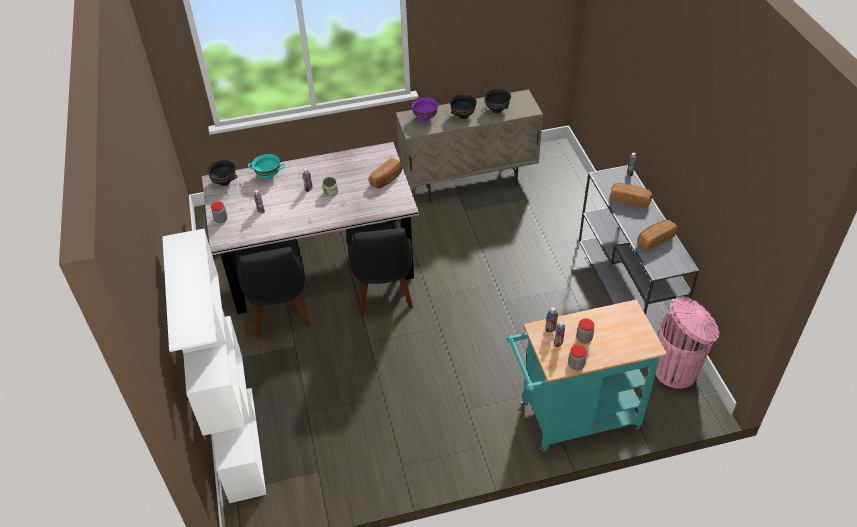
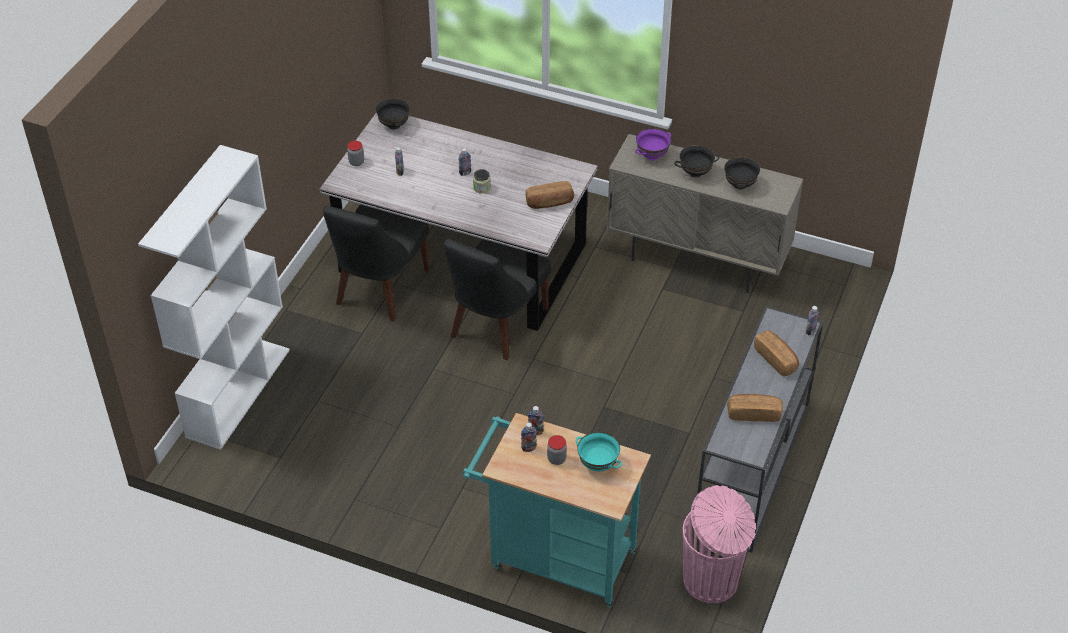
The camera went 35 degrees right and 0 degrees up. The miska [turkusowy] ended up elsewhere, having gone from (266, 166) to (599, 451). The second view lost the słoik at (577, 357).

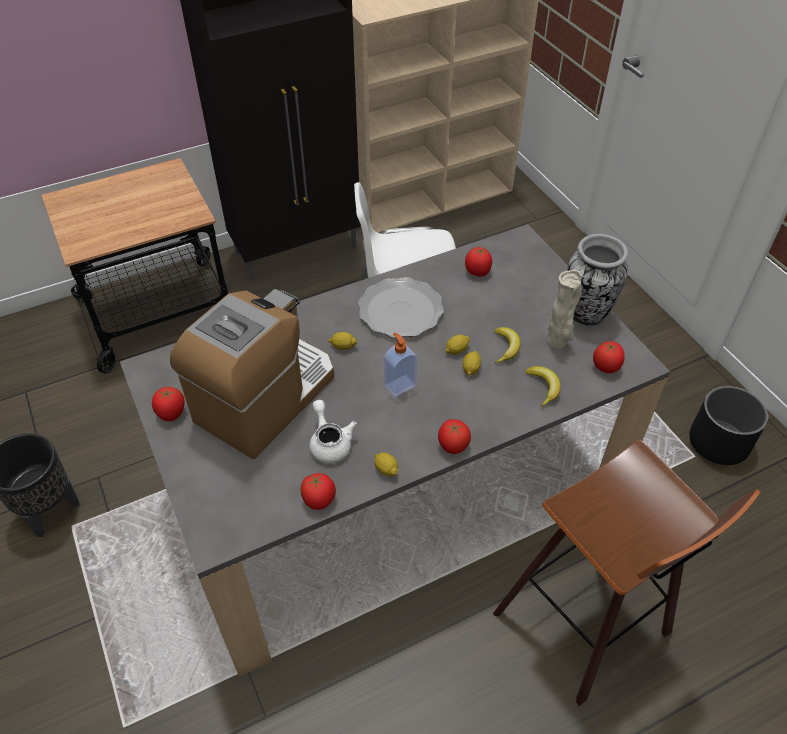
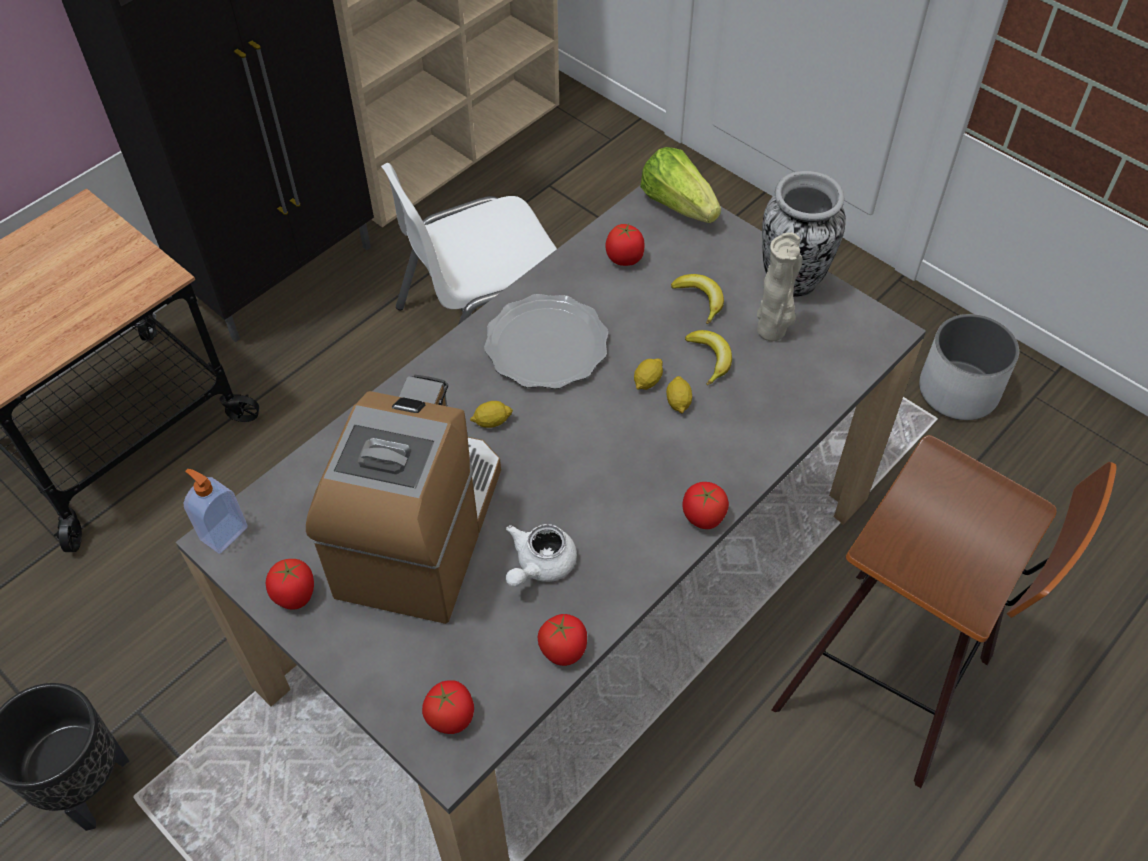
The camera went 20 degrees left and 5 degrees up. The dozownik mydła ended up elsewhere, having gone from (400, 365) to (216, 511). The pomidor ended up elsewhere, having gone from (609, 357) to (448, 707). The banan ended up elsewhere, having gone from (543, 386) to (697, 299). What was the donica [czarny] at (728, 425) turned into the donica [biały] at (969, 367). The imbryk [biały] at (333, 432) ended up facing another way, 105 degrees counterclockwise from before. The second view lost the cytryna at (386, 464). The second view gained the sałata at (680, 185).

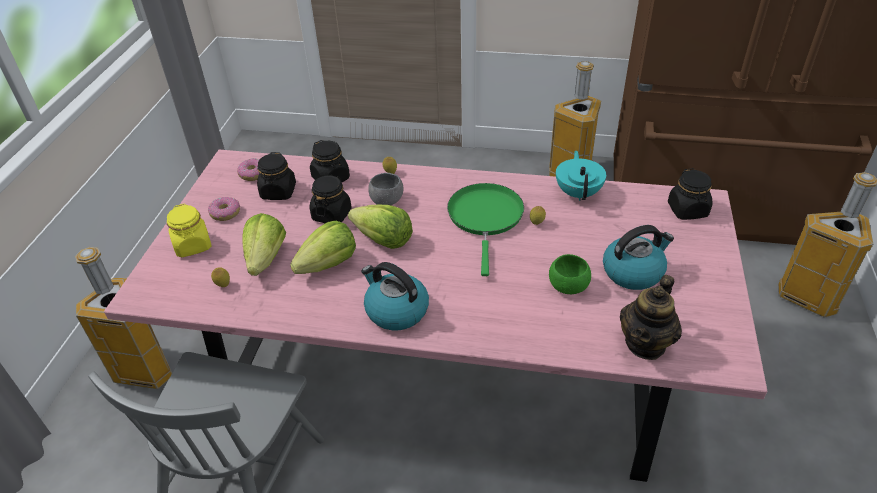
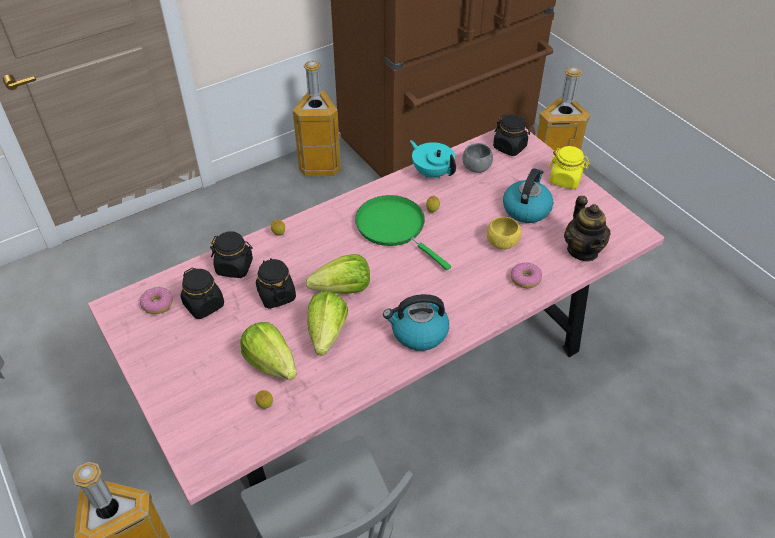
The camera went 45 degrees left and 5 degrees up. The miska [szary] ended up elsewhere, having gone from (386, 189) to (478, 158). The donut ended up elsewhere, having gone from (224, 209) to (526, 275). The słoik [żółty] ended up elsewhere, having gone from (189, 230) to (569, 167). What was the miska [zielony] at (570, 274) turned into the miska [żółty] at (504, 233).

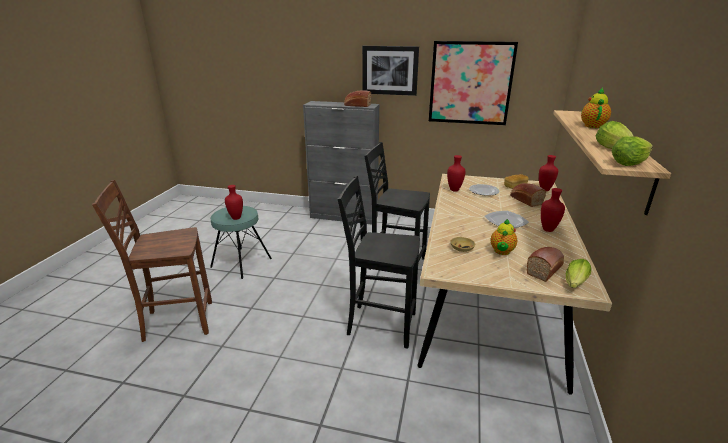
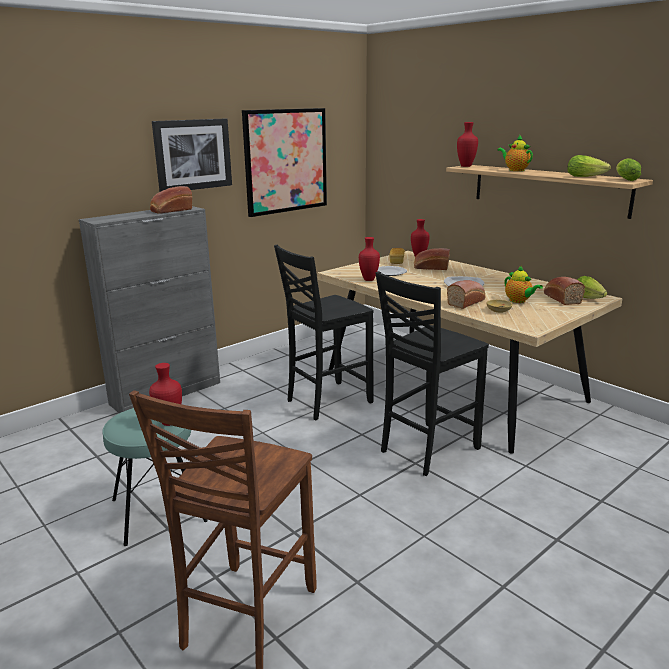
The camera went 55 degrees left and 5 degrees down. The wazon [czerwony] ended up elsewhere, having gone from (553, 210) to (467, 144). The second view gained the chleb at (466, 294).

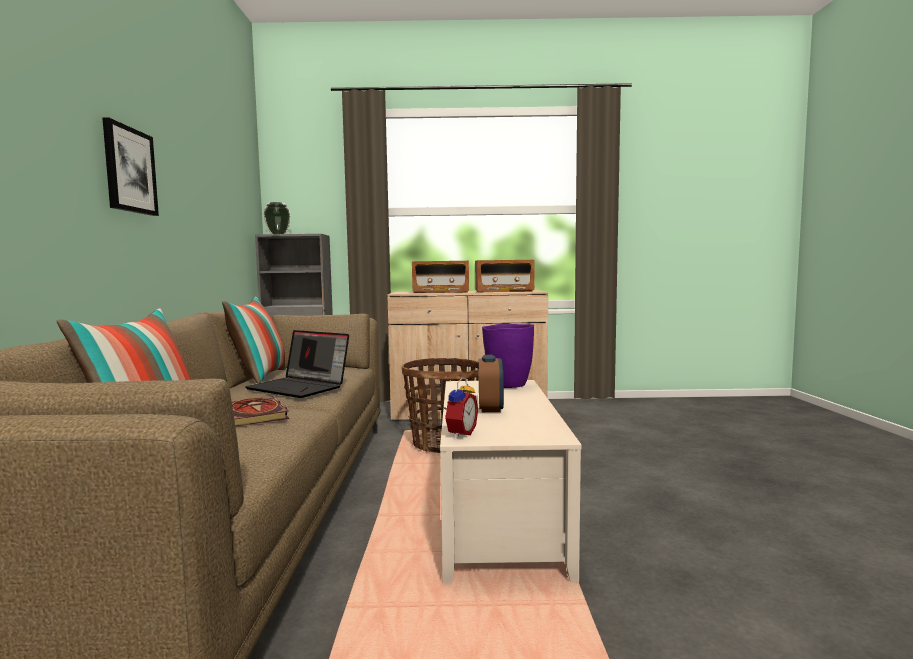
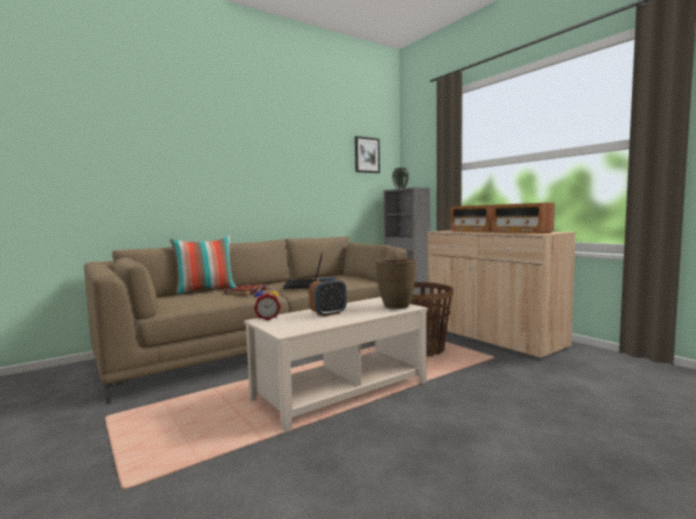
The camera went 55 degrees right and 0 degrees up. The obraz ended up elsewhere, having gone from (130, 166) to (367, 154). The second view lost the poduszka at (254, 340). What was the wazon [fioletowy] at (508, 355) turned into the wazon [brązowy] at (396, 284).

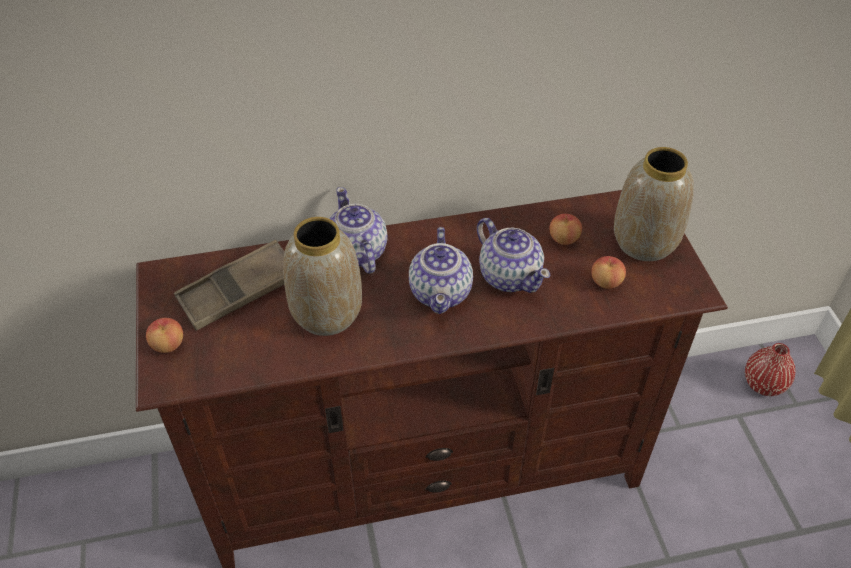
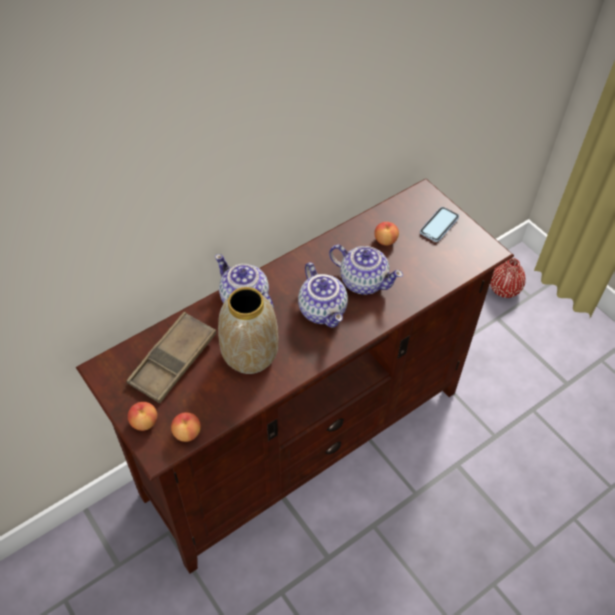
The camera went 25 degrees left and 5 degrees up. Where the wazon stood at (654, 204), the telefon came to stand at (439, 224). The jabłko ended up elsewhere, having gone from (608, 272) to (186, 427).

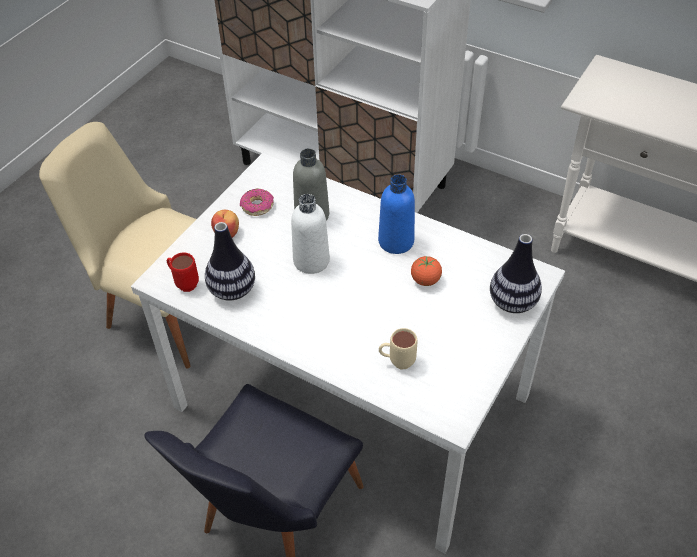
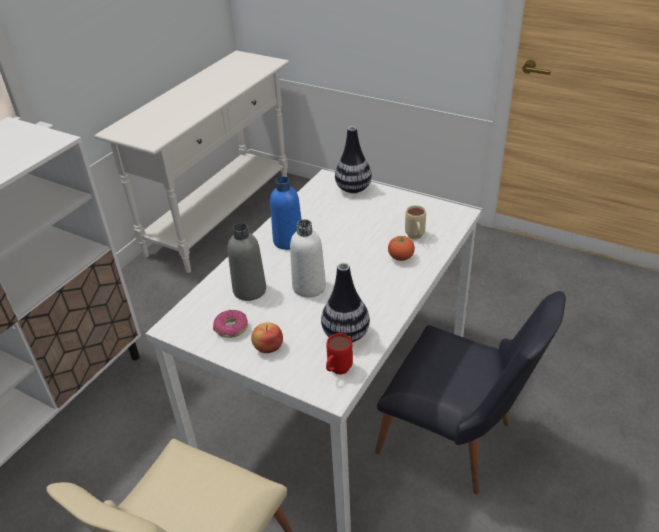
The camera went 90 degrees left and 10 degrees down. The pomidor ended up elsewhere, having gone from (426, 271) to (401, 248).

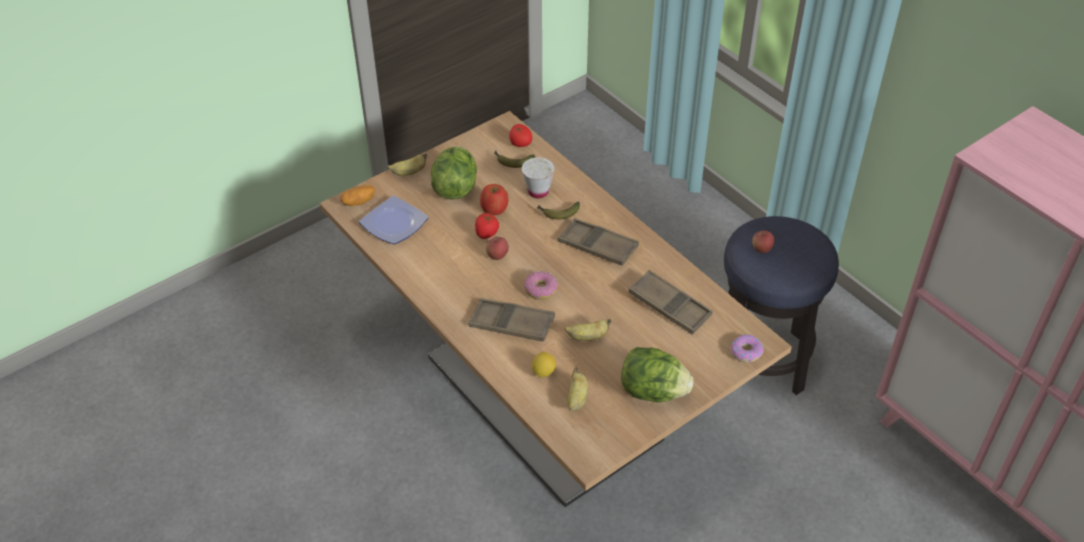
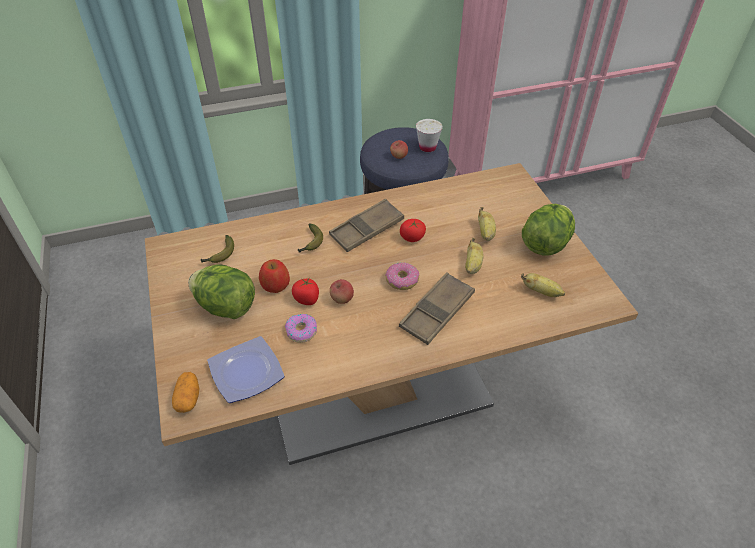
The camera went 70 degrees left and 0 degrees up. The pomidor ended up elsewhere, having gone from (520, 135) to (413, 230). The banan ended up elsewhere, having gone from (407, 164) to (487, 224). The filiżanka [biały] ended up elsewhere, having gone from (538, 177) to (429, 135). The second view lost the taca [brązowy] at (671, 302). The donut ended up elsewhere, having gone from (747, 348) to (301, 328). The second view lost the cytryna at (544, 365).

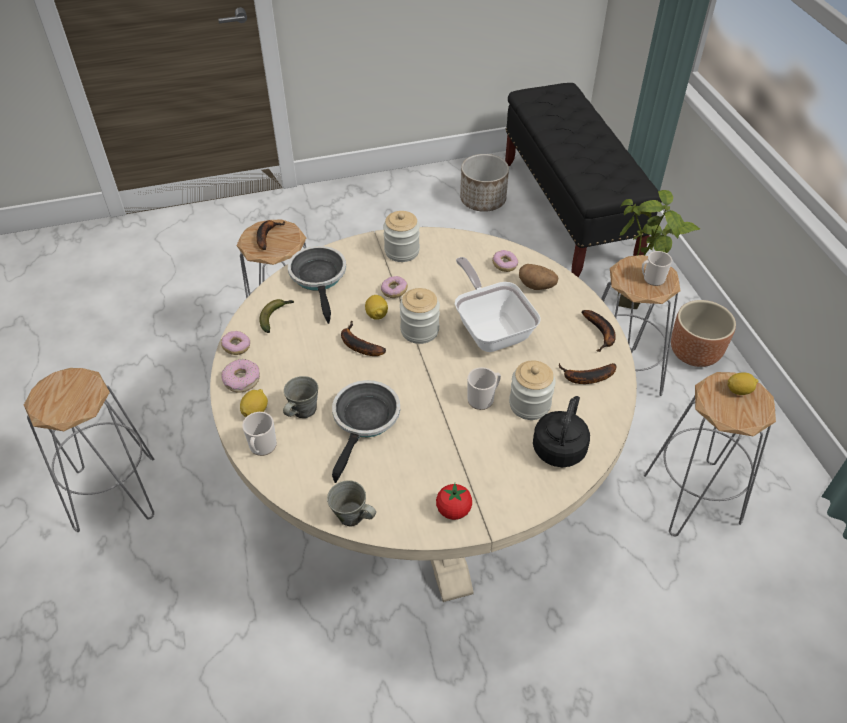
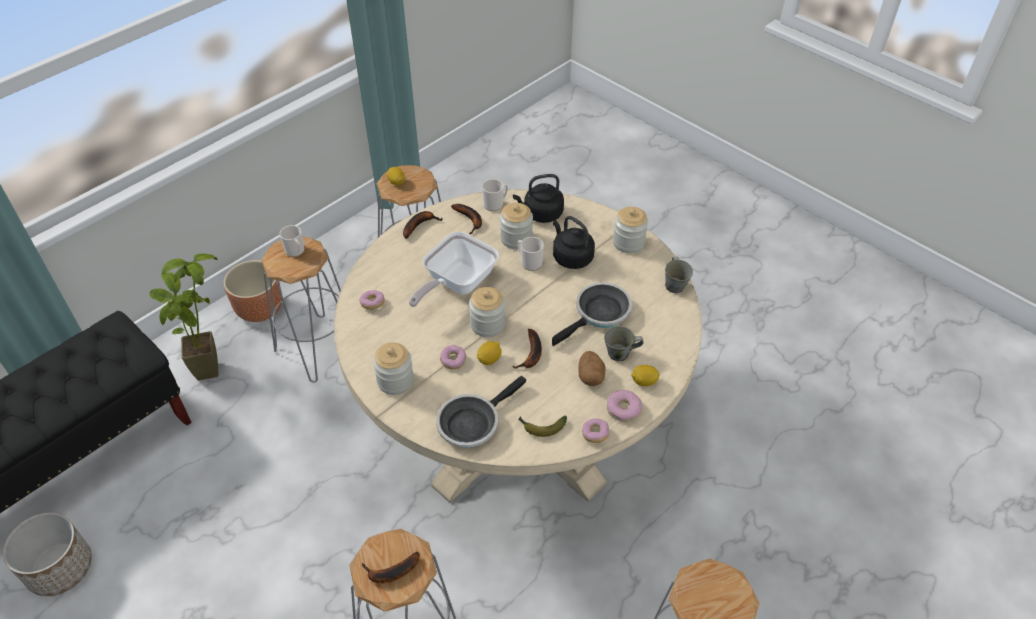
The camera went 120 degrees left and 0 degrees up. The ziemniak ended up elsewhere, having gone from (538, 277) to (591, 368). The patelnia at (366, 431) ended up facing another way, 150 degrees clockwise from before. The kubek ended up elsewhere, having gone from (259, 434) to (495, 195). Where the pomidor stood at (454, 501), the słoik came to stand at (630, 230). The second view gained the czajnik [czarny] at (574, 242).

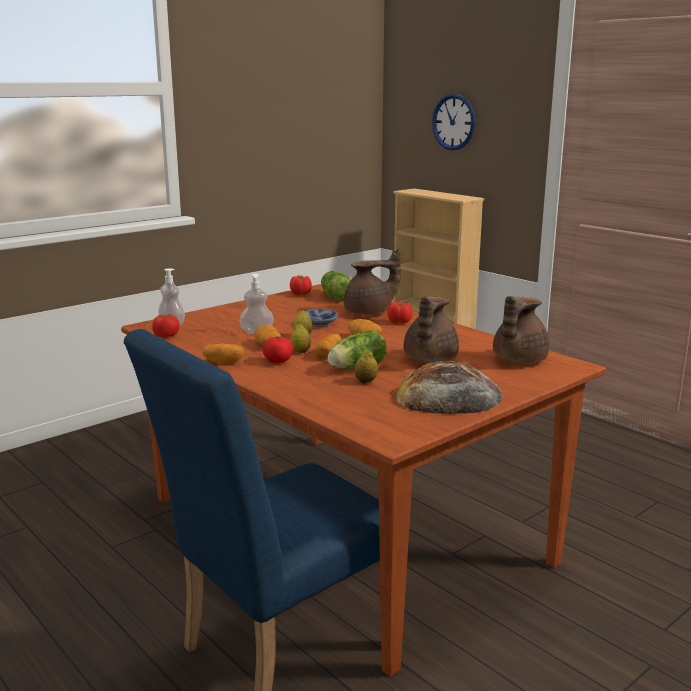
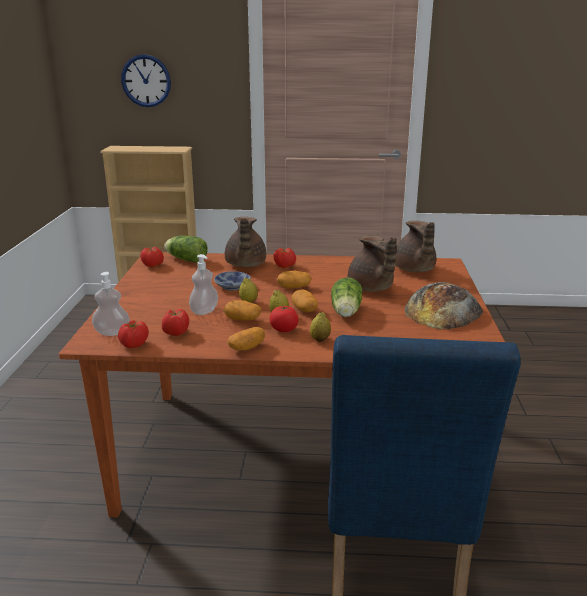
The camera went 45 degrees left and 5 degrees up. The imbryk [brązowy] at (372, 282) ended up facing another way, 150 degrees clockwise from before. The cytryna ended up elsewhere, having gone from (366, 367) to (320, 327). The second view gained the pomidor at (175, 322).

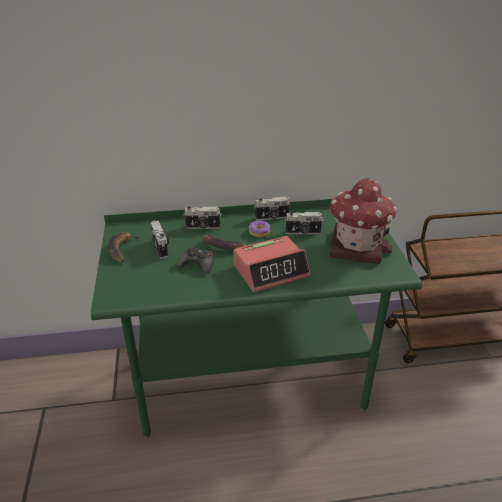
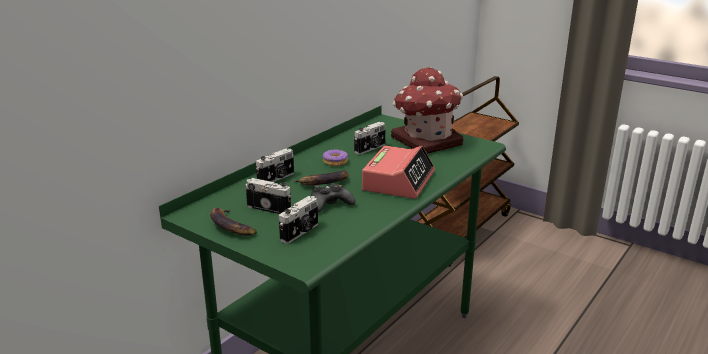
The camera went 45 degrees left and 10 degrees down. The aparat fotograficzny ended up elsewhere, having gone from (272, 208) to (298, 220).

